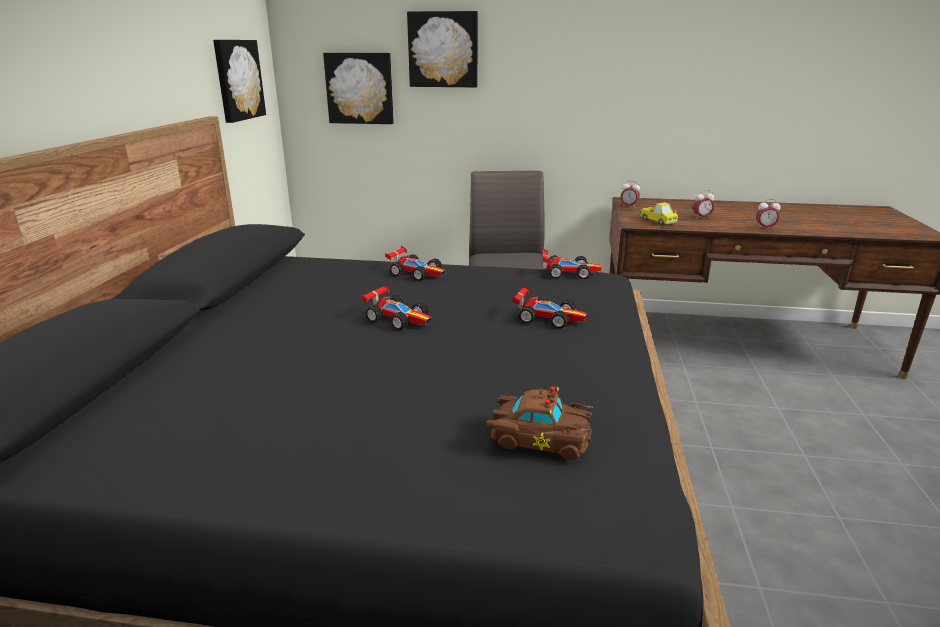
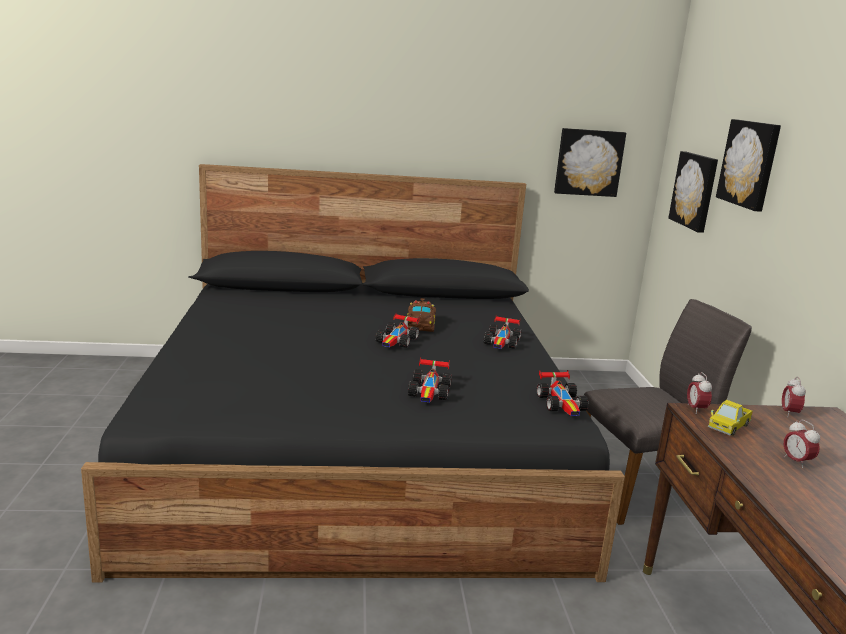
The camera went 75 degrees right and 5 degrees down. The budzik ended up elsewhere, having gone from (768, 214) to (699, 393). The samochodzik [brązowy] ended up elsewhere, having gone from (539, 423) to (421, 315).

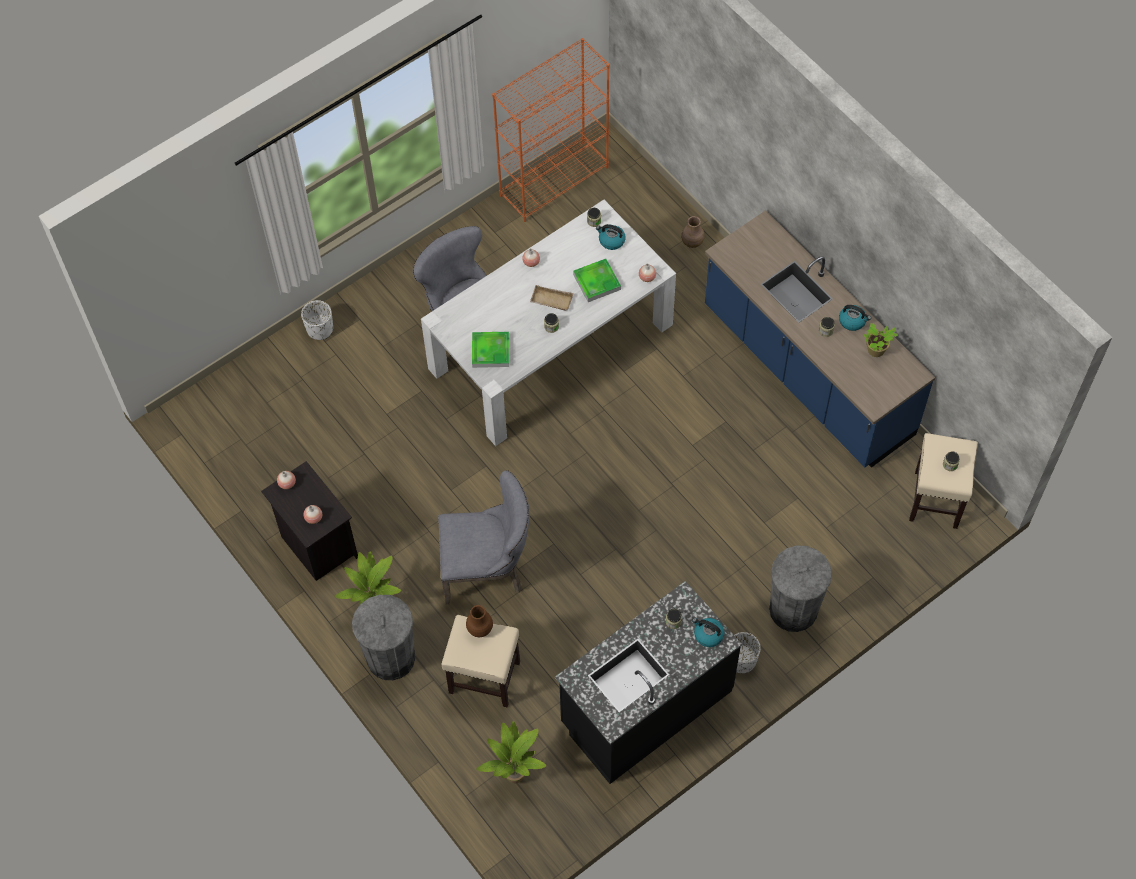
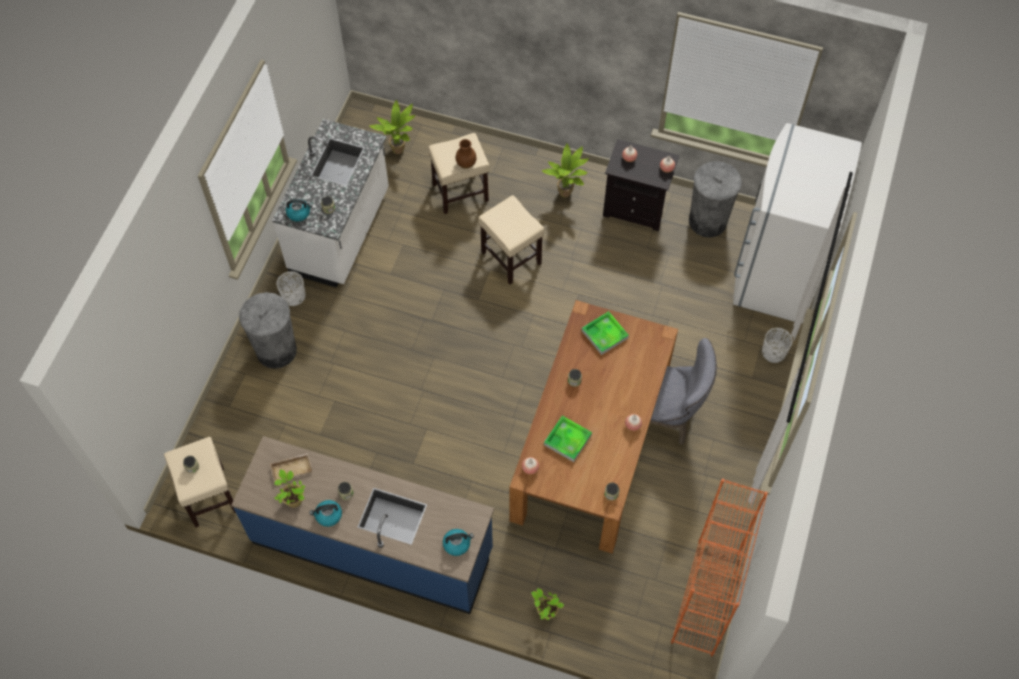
The camera went 145 degrees right and 0 degrees up. What was the stół jadalny [biały] at (548, 323) turned into the stół jadalny [brązowy] at (593, 427). Where the wazon [brązowy] stood at (693, 232), the roślina doniczkowa came to stand at (547, 604). The czajnik ended up elsewhere, having gone from (611, 237) to (458, 542). The taca [beżowy] ended up elsewhere, having gone from (551, 298) to (291, 467). Where the krzesło [szary] stood at (484, 537), the stołek [beżowy] came to stand at (511, 239). What was the zabudowa kuchenna [czarny] at (648, 682) turned into the zabudowa kuchenna [biały] at (330, 203). The kosz na śmieci [szary] ended up elsewhere, having gone from (383, 637) to (715, 199). The second view gained the lodówka [biały] at (797, 223).

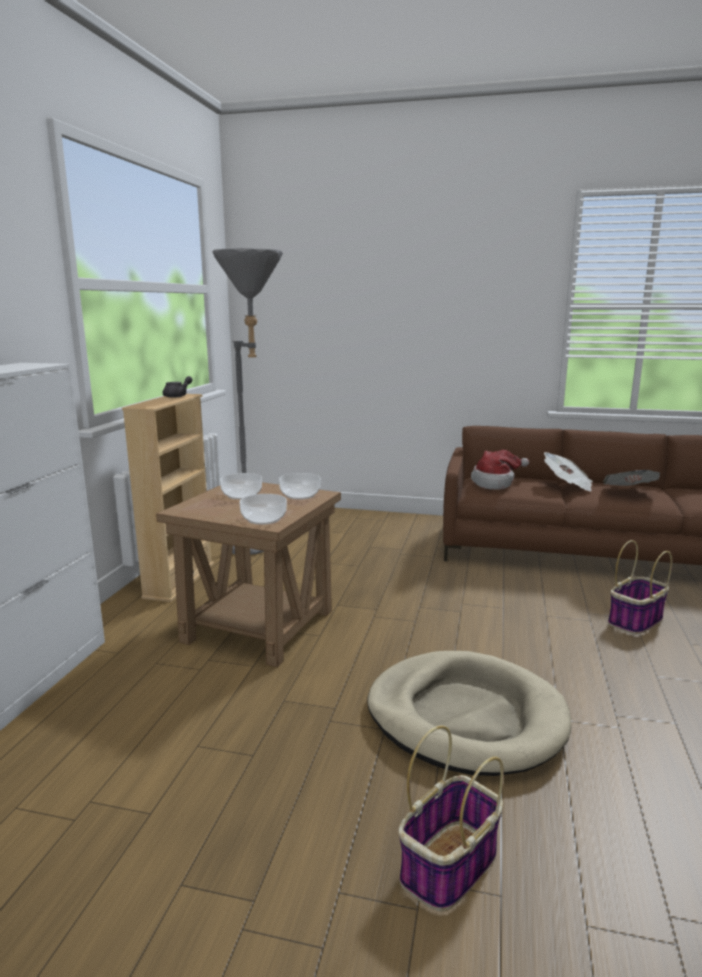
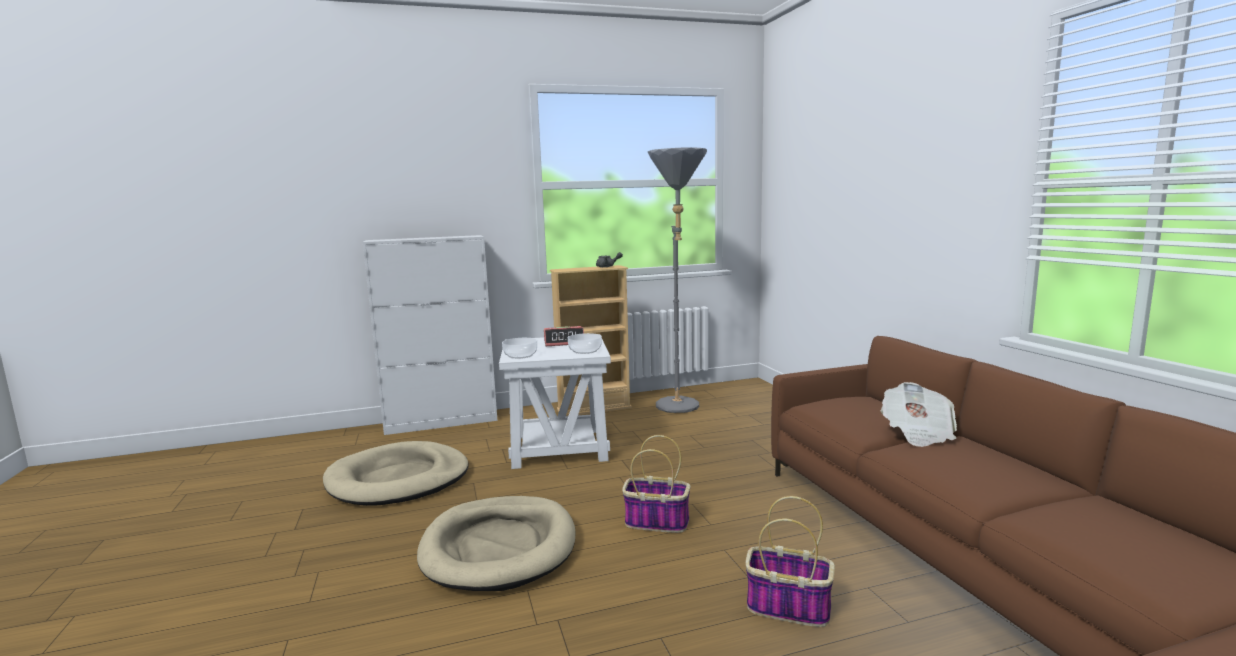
The camera went 60 degrees right and 5 degrees down. The second view lost the kapelusz at (500, 470). The second view lost the gazeta at (631, 478). Where the miska stood at (241, 486), the budzik came to stand at (564, 336). What was the stolik [brązowy] at (248, 574) turned into the stolik [biały] at (555, 401). The koszyk ended up elsewhere, having gone from (451, 818) to (656, 484). The second view gained the legowisko [beżowy] at (395, 473).

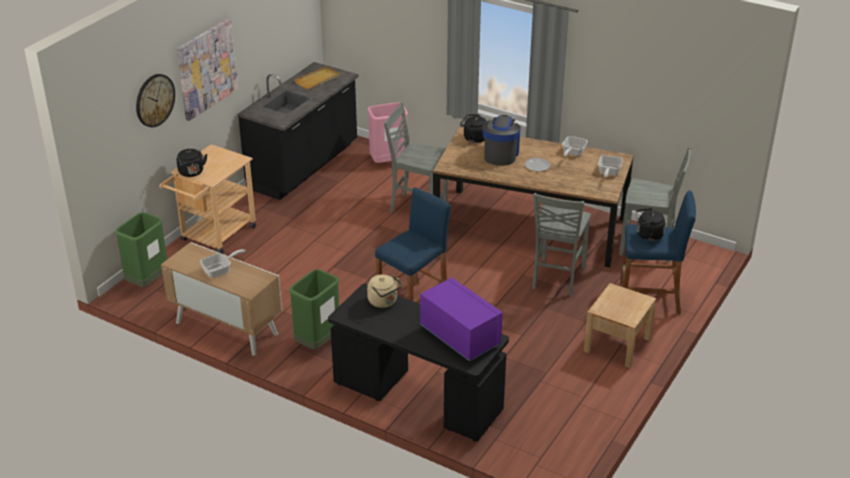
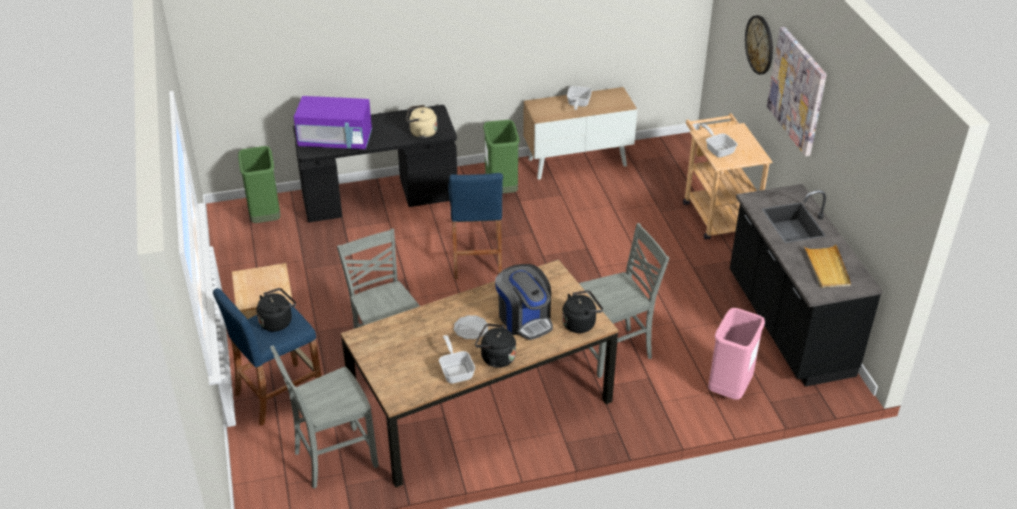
The camera went 135 degrees right and 5 degrees up. The czajnik [czarny] ended up elsewhere, having gone from (192, 163) to (495, 345). The patelnia ended up elsewhere, having gone from (610, 166) to (719, 141). The kosz na śmieci [zielony] ended up elsewhere, having gone from (141, 249) to (259, 184).

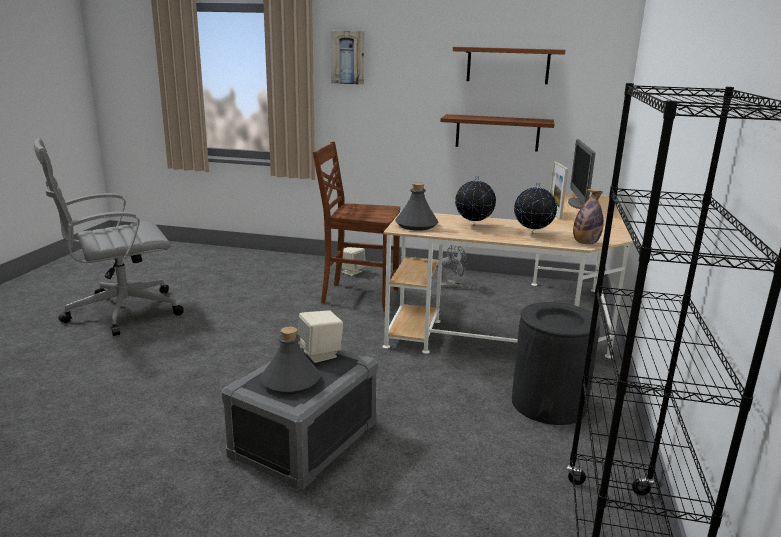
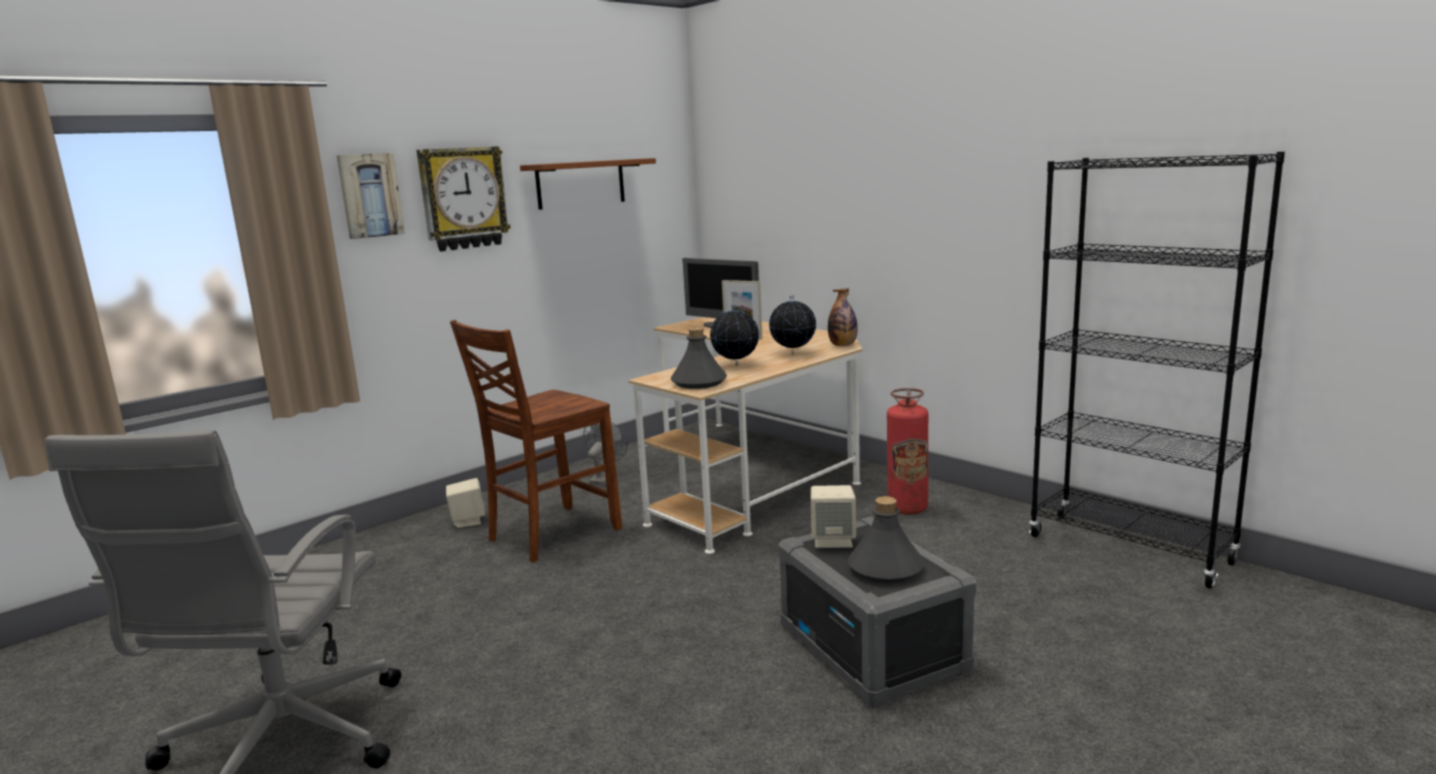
The camera went 55 degrees left and 5 degrees down. The second view lost the półka [brązowy] at (497, 133). Where the kosz na śmieci [czarny] stood at (556, 363), the gaśnica came to stand at (907, 451). The second view gained the zegar ścienny at (464, 199).

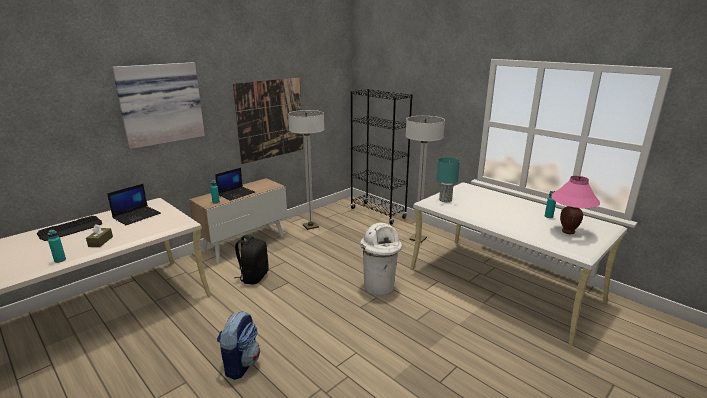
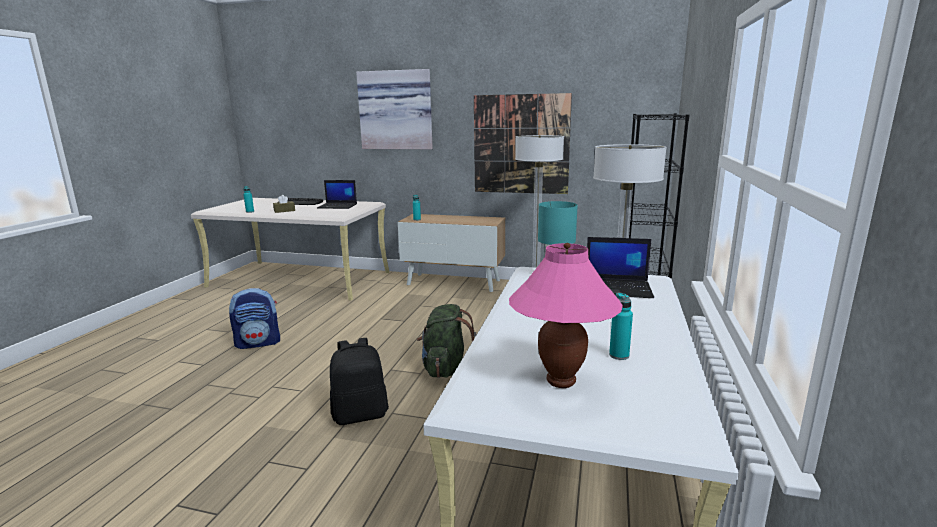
The camera went 60 degrees right and 5 degrees down. The laptop ended up elsewhere, having gone from (235, 184) to (620, 267). Where the kosz na śmieci [biały] stood at (381, 259), the plecak [zielony] came to stand at (447, 341). The plecak [czarny] ended up elsewhere, having gone from (251, 259) to (359, 381).

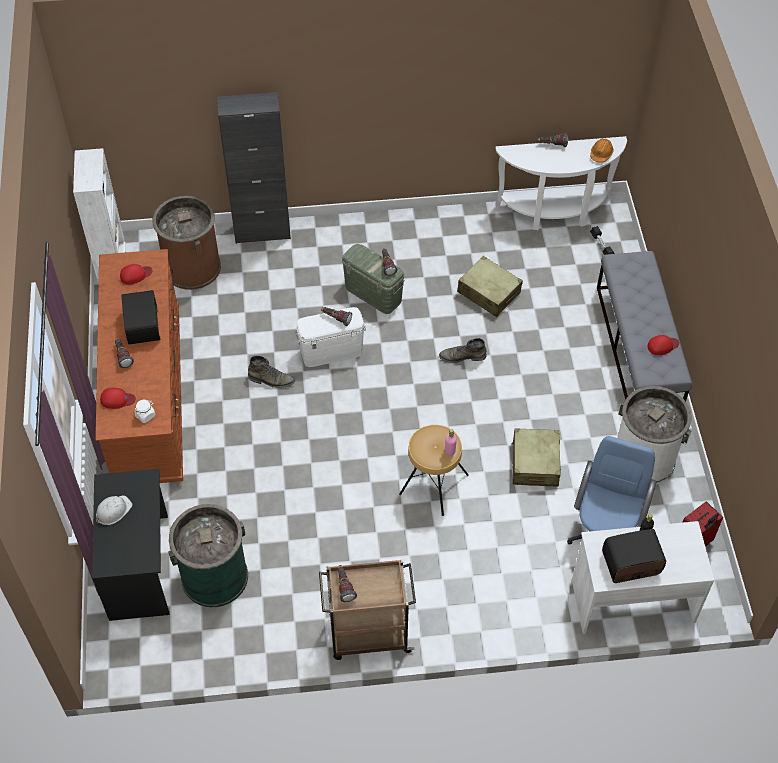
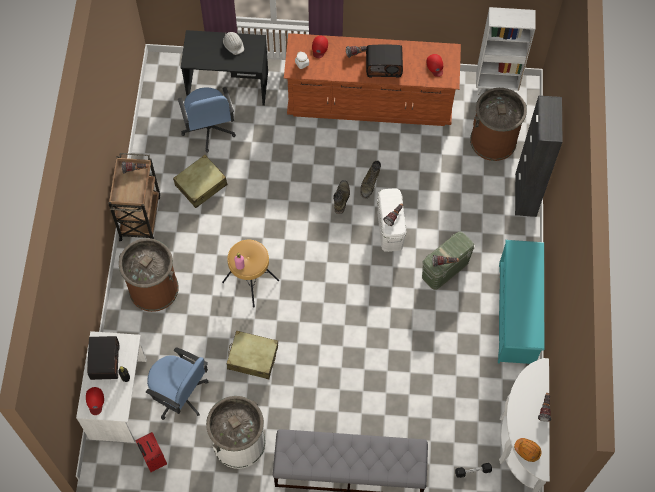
The camera went 100 degrees right and 10 degrees up. The walizka [beżowy] ended up elsewhere, having gone from (490, 286) to (200, 181). The czapka z daszkiem [czerwony] ended up elsewhere, having gone from (663, 345) to (95, 401). The but z cholewką [zielony] ended up elsewhere, having gone from (462, 350) to (341, 197). Where the kosz na śmieci [zielony] stood at (208, 555), the krzesło biurowe [niebieski] came to stand at (207, 120). The second view gained the kosz na śmieci [brązowy] at (149, 275). The second view gained the regał na buty [turkusowy] at (521, 302).

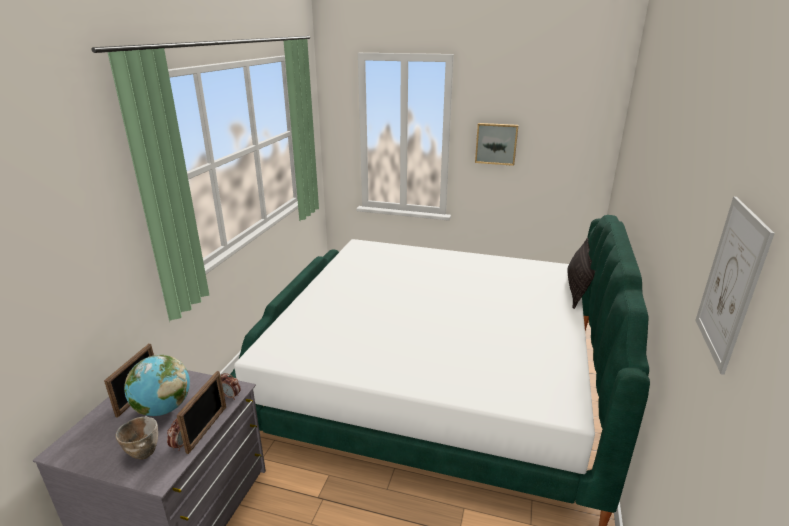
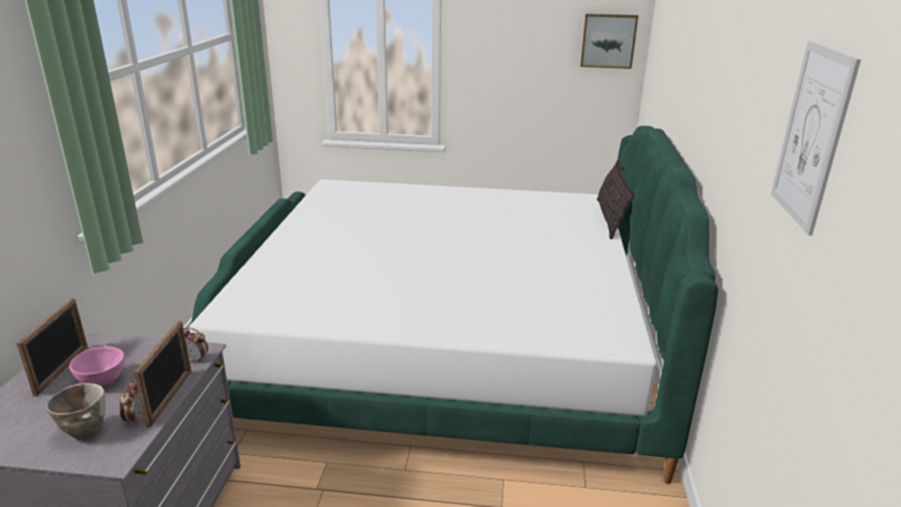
The camera went 10 degrees left and 0 degrees up. The obraz ended up elsewhere, having gone from (497, 144) to (609, 41). Where the globus stood at (157, 385), the miska [różowy] came to stand at (96, 366).

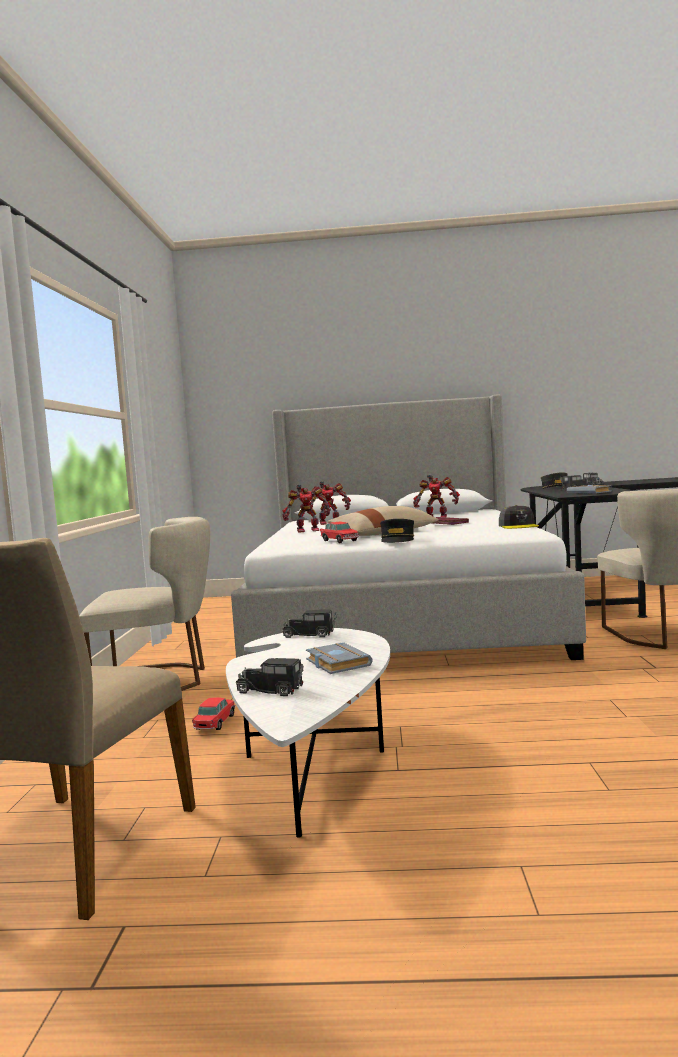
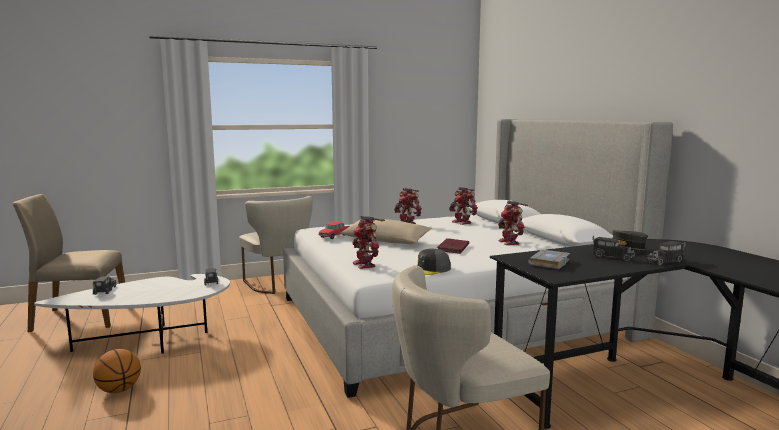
The camera went 65 degrees right and 5 degrees up. The second view lost the czapka z daszkiem [czarny] at (397, 531). The second view lost the książka [szary] at (339, 658). The second view lost the samochodzik at (214, 714). The second view gained the robot zabawkowy at (368, 242). The second view gained the piłka do koszykówki at (117, 371).

